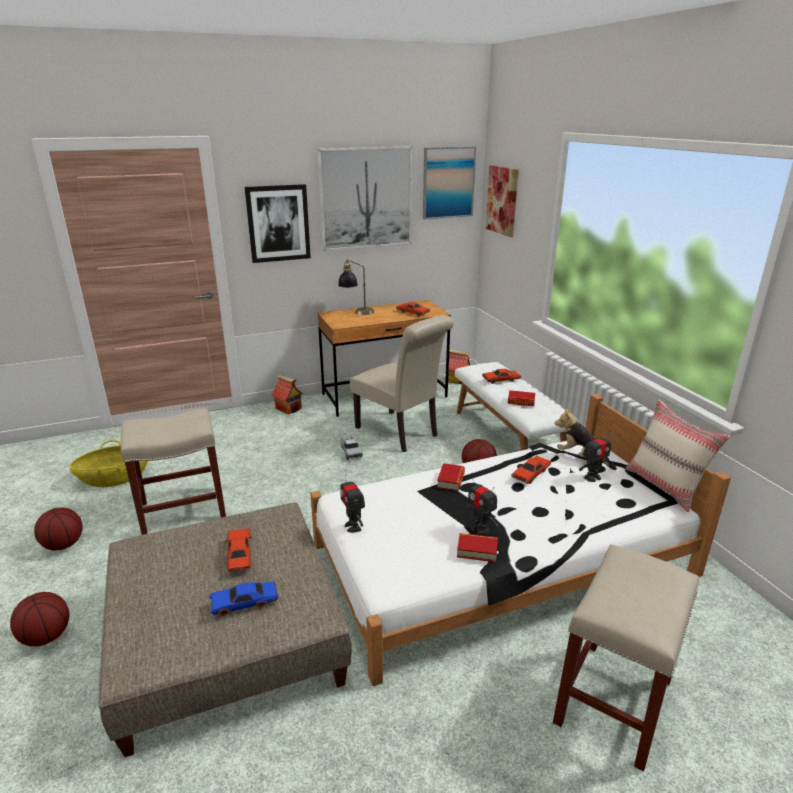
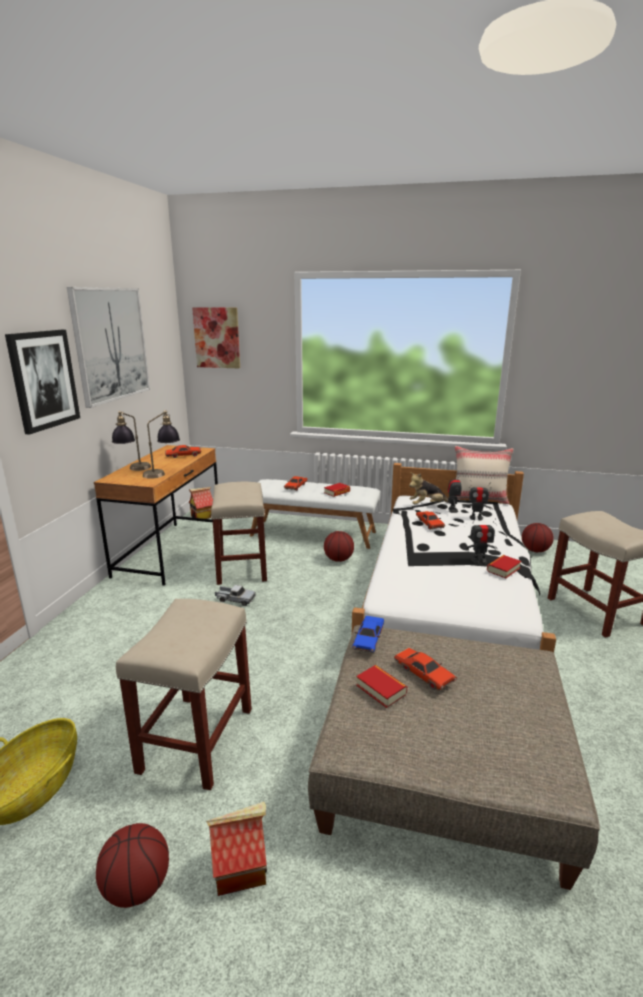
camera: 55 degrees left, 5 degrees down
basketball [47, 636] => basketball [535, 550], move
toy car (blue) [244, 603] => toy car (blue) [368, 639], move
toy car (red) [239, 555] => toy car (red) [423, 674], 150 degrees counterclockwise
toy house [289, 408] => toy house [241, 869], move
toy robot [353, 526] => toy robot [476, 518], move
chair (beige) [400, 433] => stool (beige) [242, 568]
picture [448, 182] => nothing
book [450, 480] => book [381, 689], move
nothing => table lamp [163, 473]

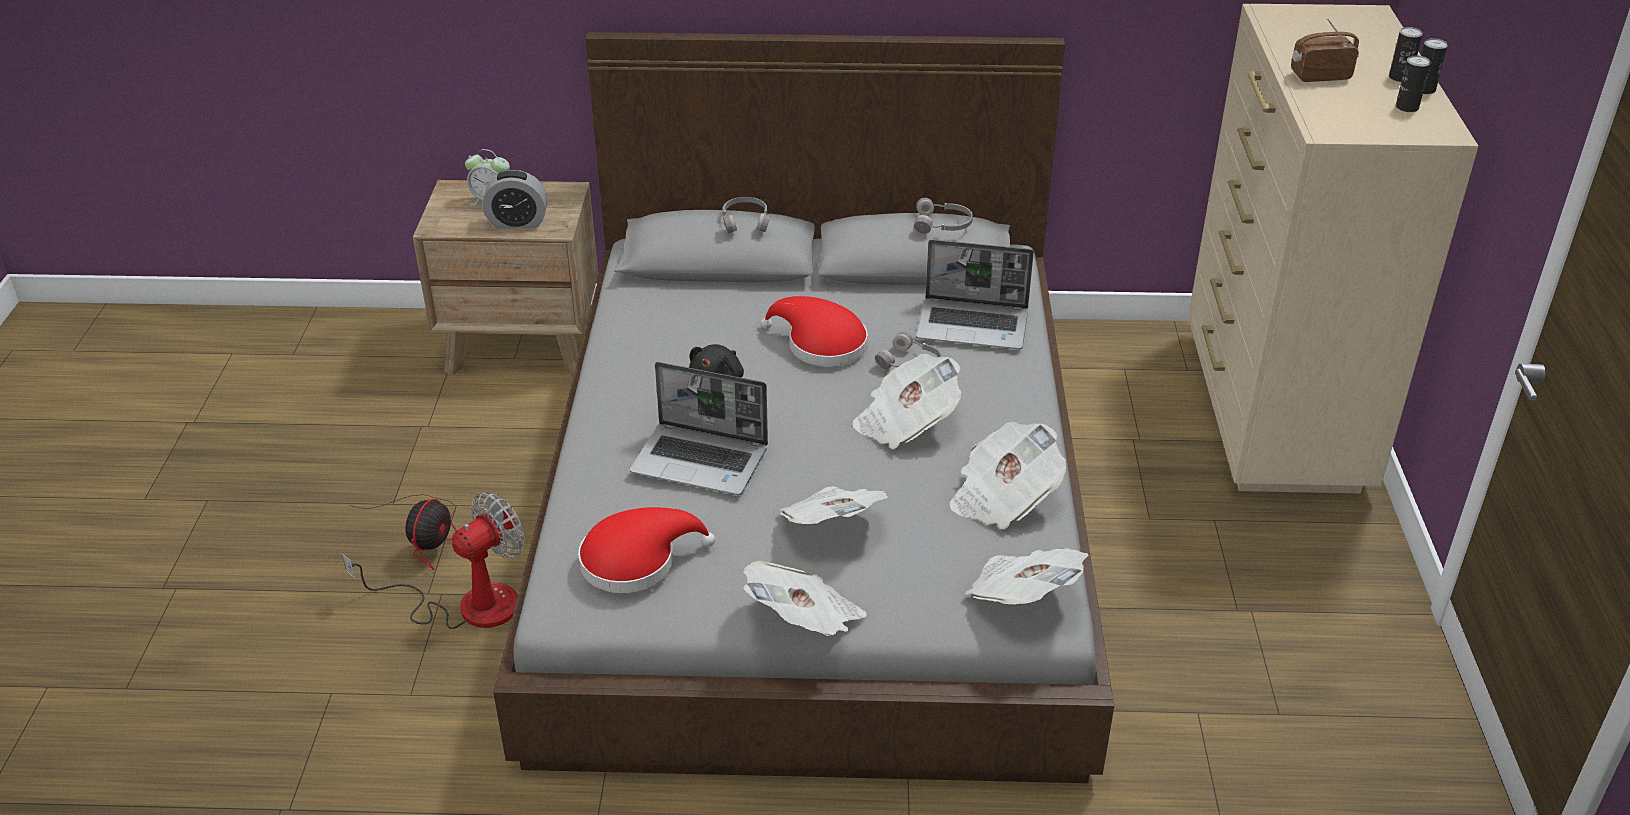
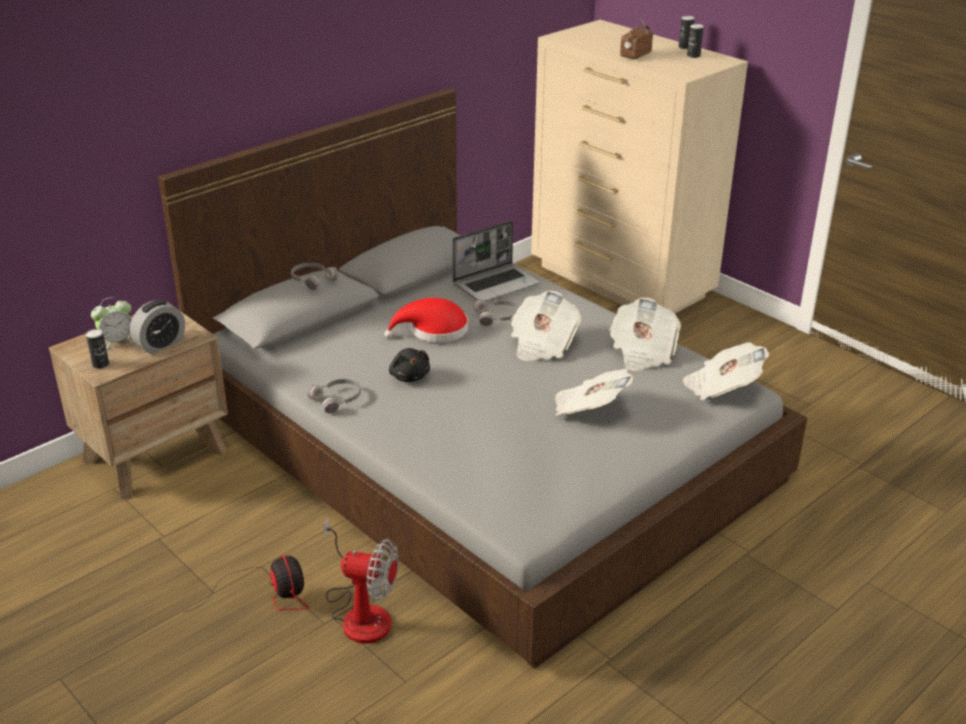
camera: 45 degrees left, 5 degrees down
fan [467, 605] => fan [361, 612], 105 degrees clockwise
hat (red) [636, 561] => nothing
laptop [702, 461] => nothing
newspaper [805, 621] => nothing
headphones (grey) [943, 225] => headphones (grey) [337, 399], move
can [1400, 78] => can [100, 364], move

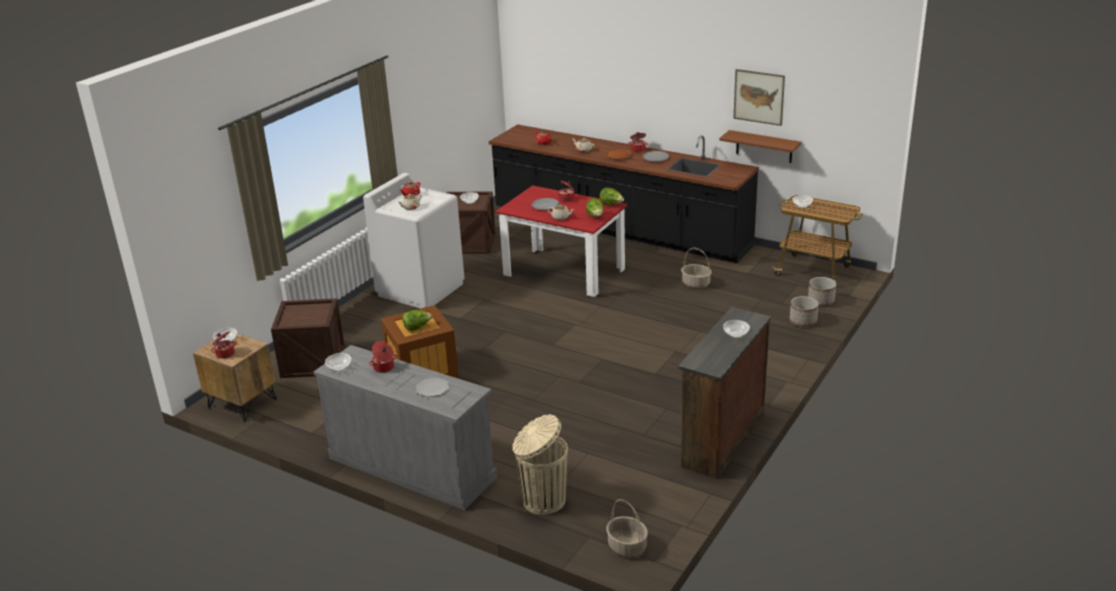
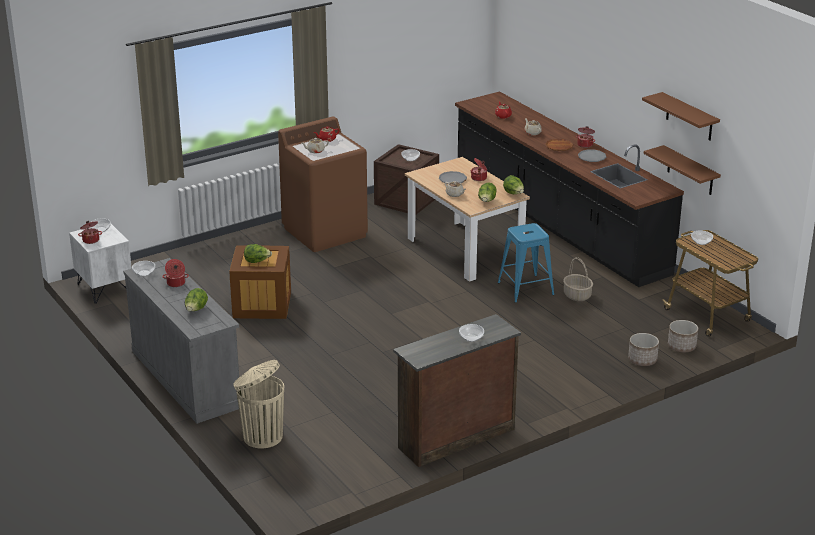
camera: 25 degrees right, 0 degrees up
nightstand (brown) [242, 404] => nightstand (white) [104, 289]
crate [313, 361] => nothing
washing machine (white) [421, 289] => washing machine (brown) [325, 232]
plate [432, 388] => lettuce [196, 310]
dining table (red) [564, 273] => dining table (beige) [464, 251]
basket [626, 546] => nothing
picture [759, 97] => shelf (brown) [689, 117]
nothing => stool (blue) [525, 288]

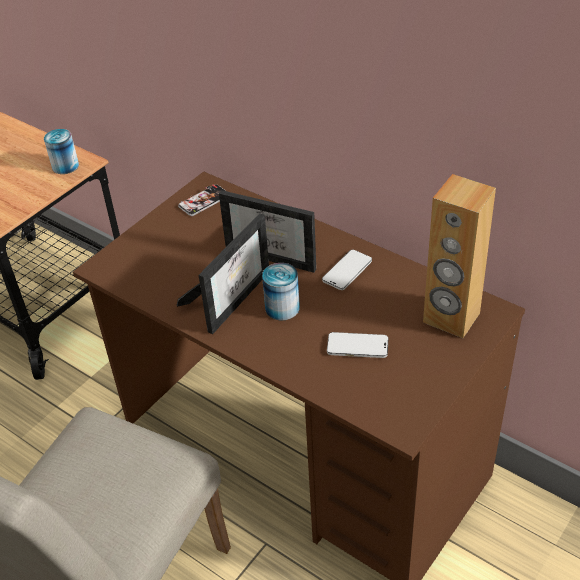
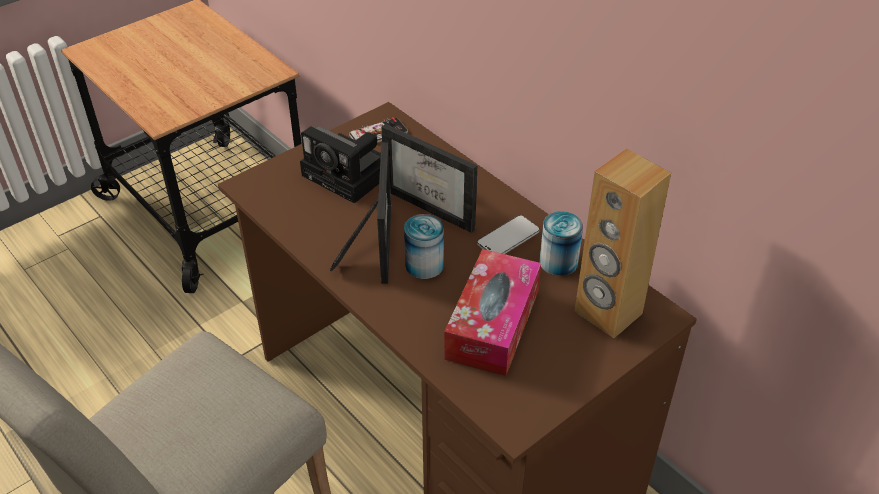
camera: 10 degrees right, 0 degrees up
can [65, 166] => can [558, 262], move
picture frame [232, 296] => picture frame [374, 242], 45 degrees counterclockwise
phone [357, 346] => tissue box [492, 324]
nothing => photo camera [350, 175]

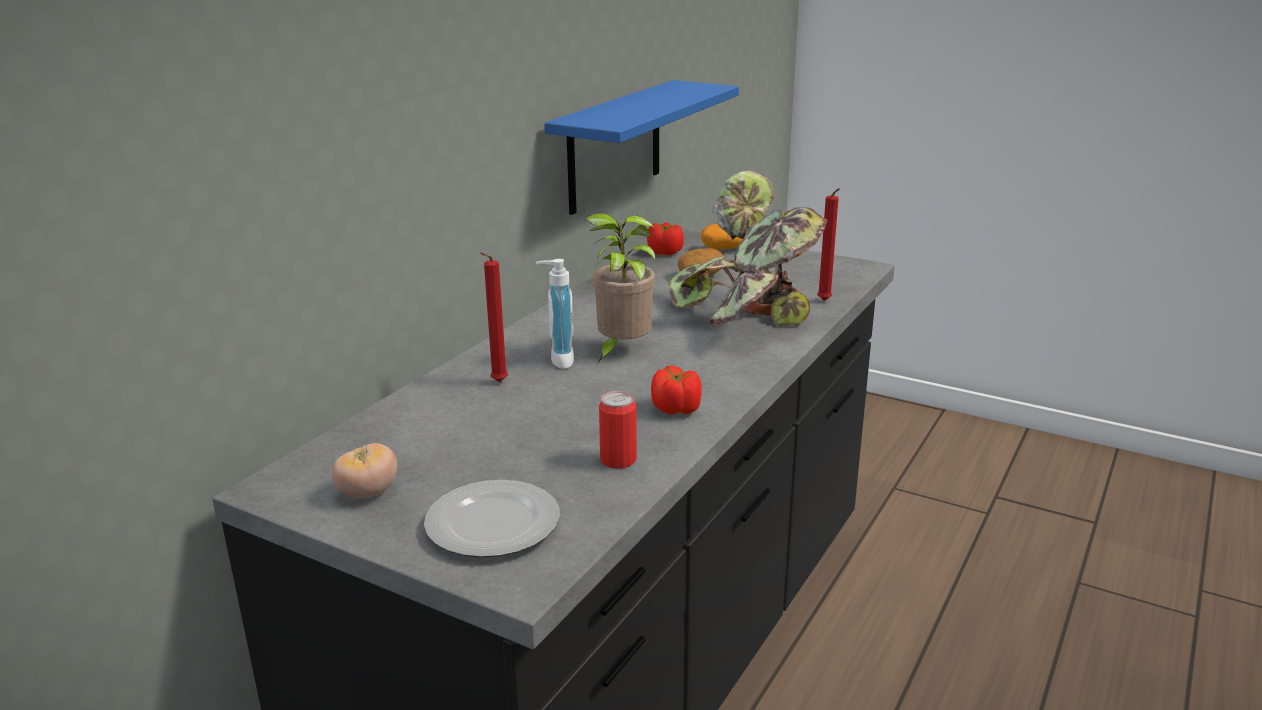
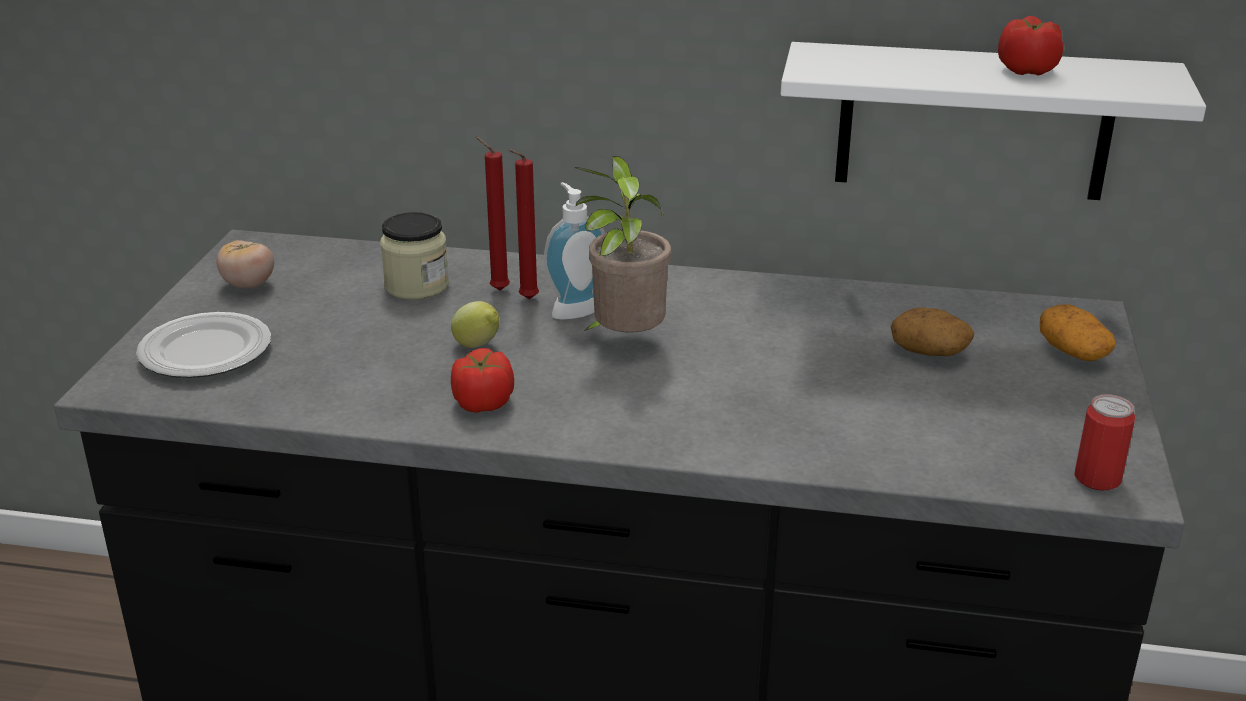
camera: 70 degrees right, 5 degrees up
shelf (blue) [615, 146] => shelf (white) [974, 122]
can [618, 460] => can [1097, 478], move
tomato [664, 252] => tomato [1027, 70], move
potted plant [745, 319] => nothing
candle (red) [825, 301] => candle (red) [526, 300], move
nothing => jar [416, 286]
nothing => lemon [478, 346]

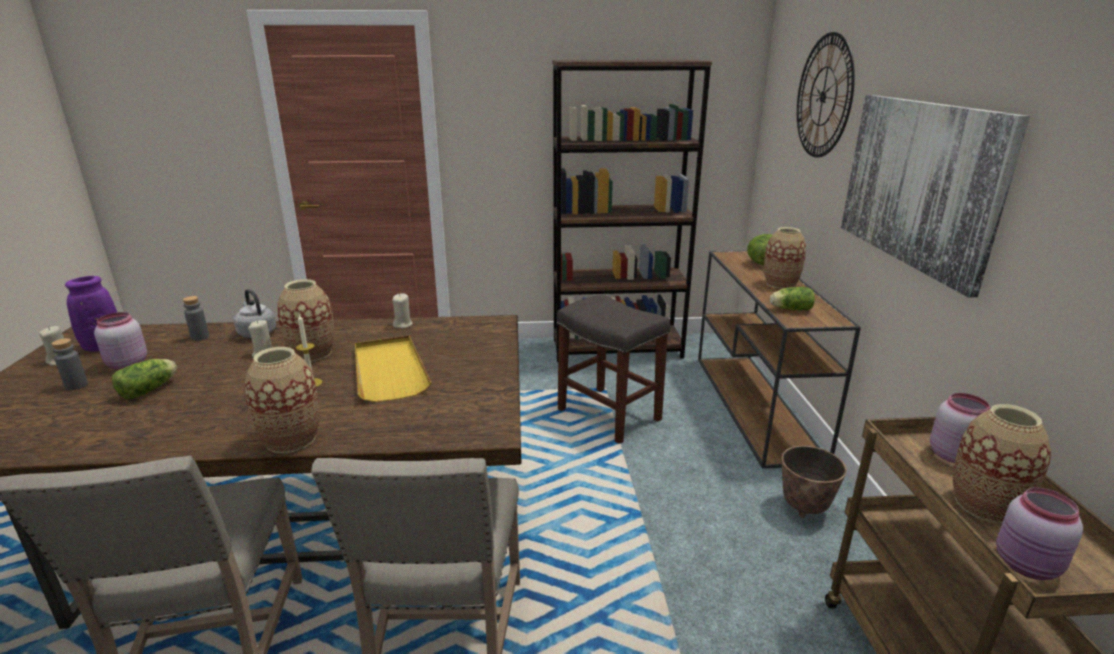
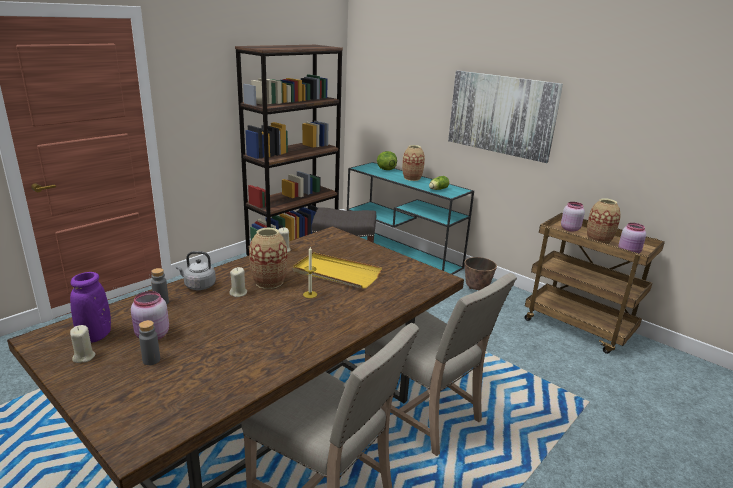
camera: 45 degrees left, 0 degrees up
lettuce [150, 389] => nothing
vase [291, 439] => nothing
console table (brown) [756, 406] => console table (turquoise) [403, 254]
wall clock [823, 96] => nothing

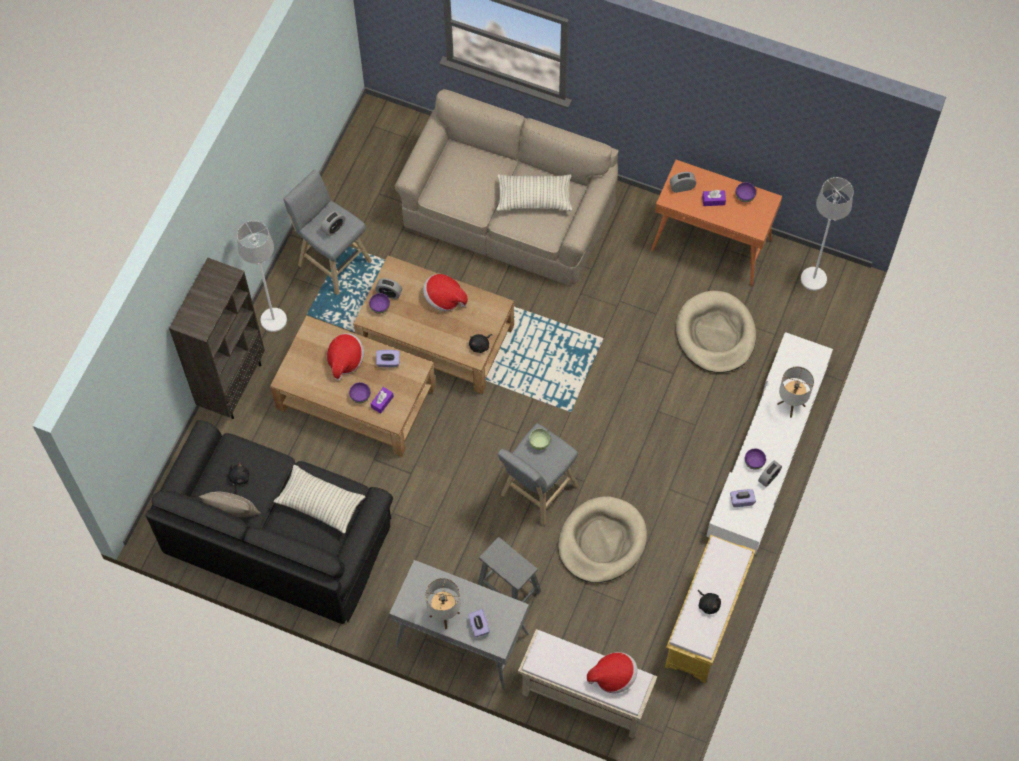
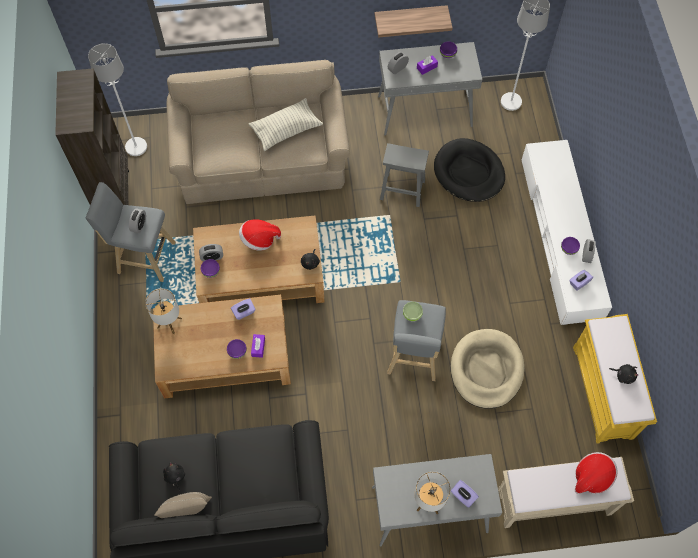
camera: 30 degrees left, 0 degrees up
bookcase (brown) [232, 385] => bookcase (brown) [115, 194], move
floor lamp (white) [273, 320] => floor lamp (white) [136, 147], move
pillow [320, 503] => nothing
hat [345, 360] => nothing
stool (grey) [509, 590] => stool (grey) [403, 190], move
console table (orange) [712, 245] => console table (grey) [425, 111]
dog bed (beige) [715, 334] => dog bed (black) [469, 172]
table lamp [791, 405] => table lamp [169, 323], move
nothing => shelf [410, 17]

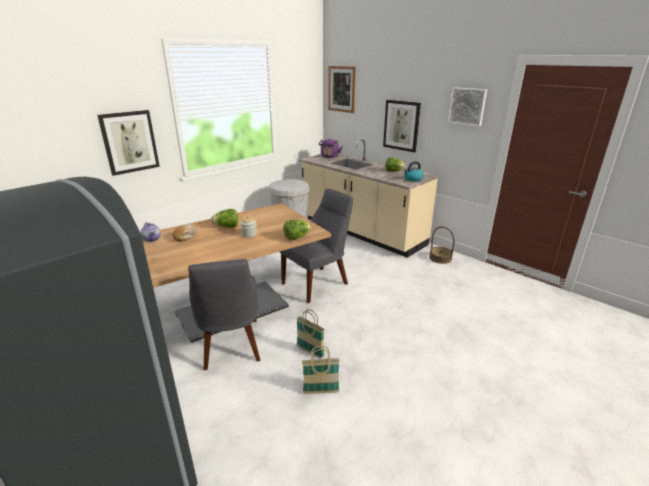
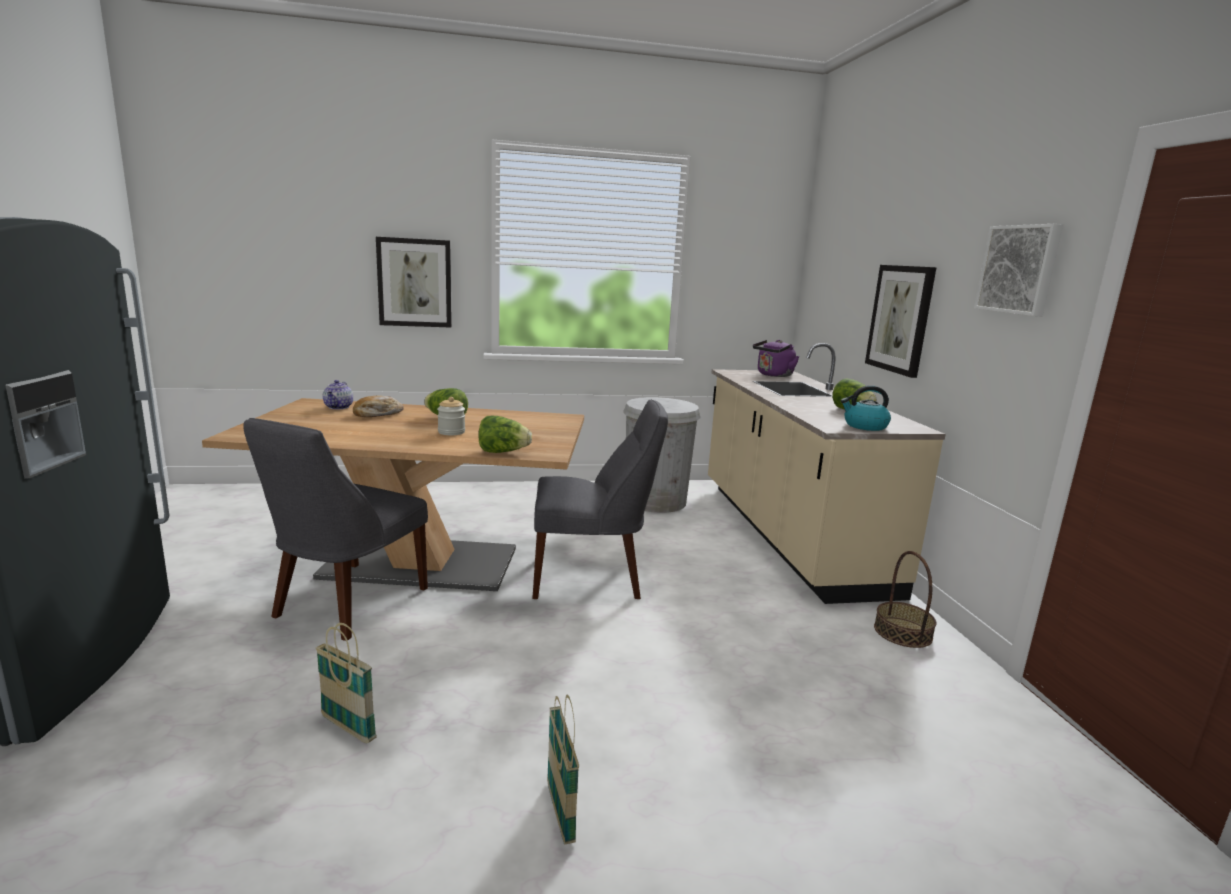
camera: 35 degrees right, 10 degrees down
basket [310, 351] => basket [560, 813], move
picture [341, 89] => nothing

